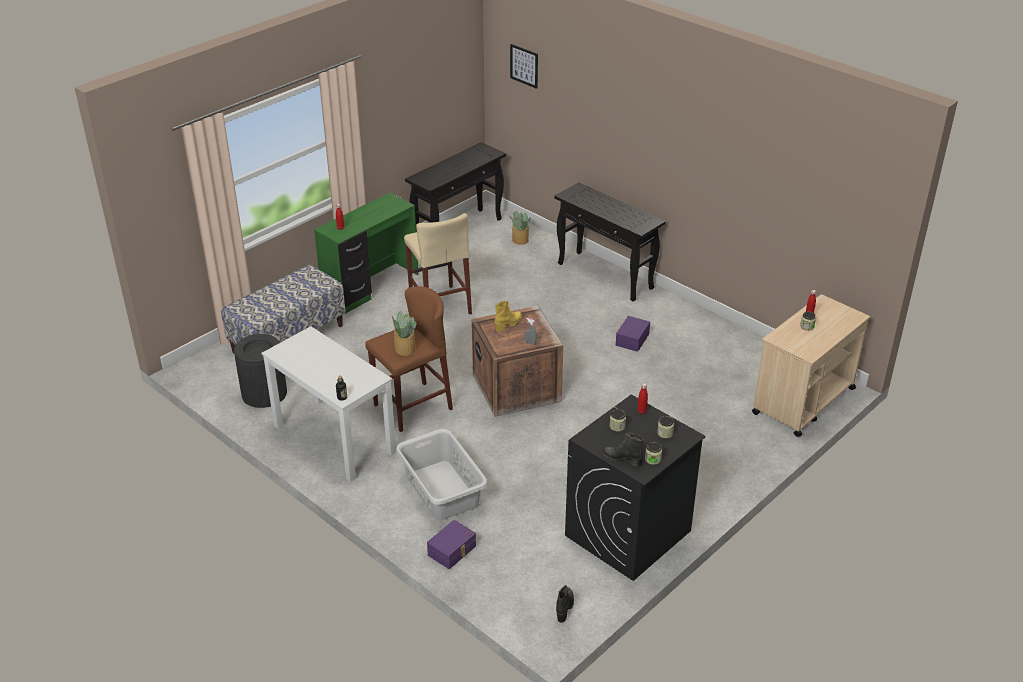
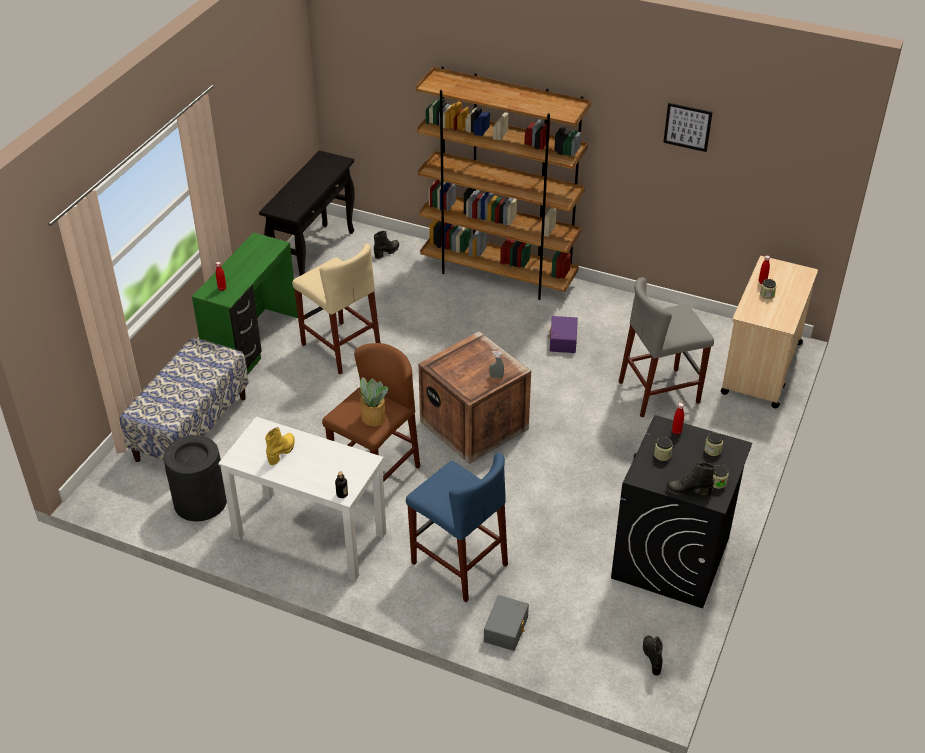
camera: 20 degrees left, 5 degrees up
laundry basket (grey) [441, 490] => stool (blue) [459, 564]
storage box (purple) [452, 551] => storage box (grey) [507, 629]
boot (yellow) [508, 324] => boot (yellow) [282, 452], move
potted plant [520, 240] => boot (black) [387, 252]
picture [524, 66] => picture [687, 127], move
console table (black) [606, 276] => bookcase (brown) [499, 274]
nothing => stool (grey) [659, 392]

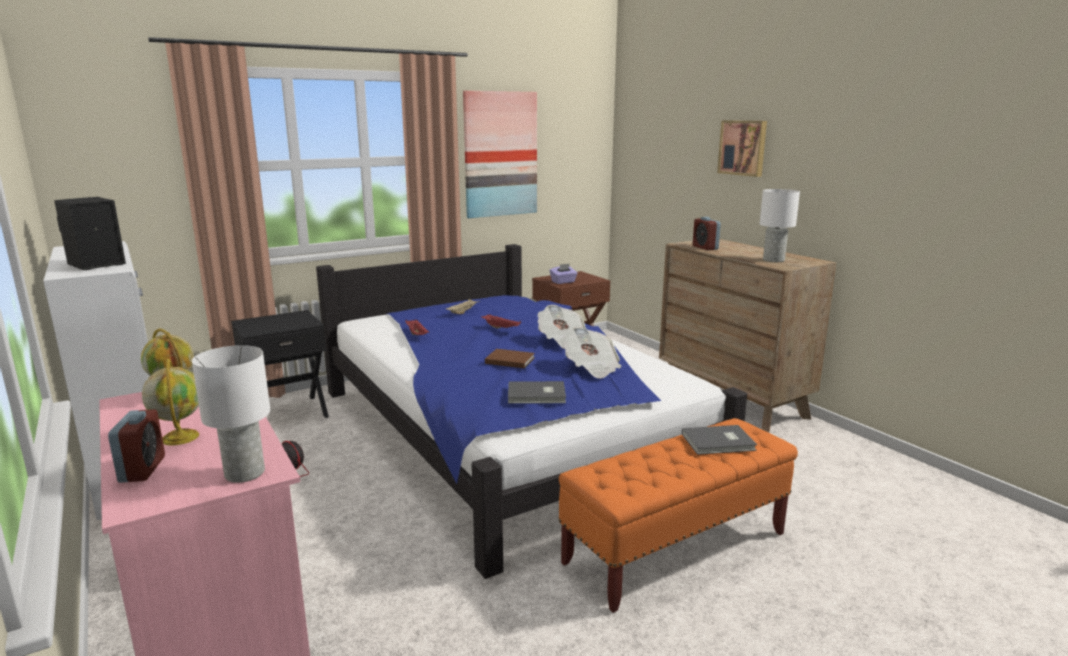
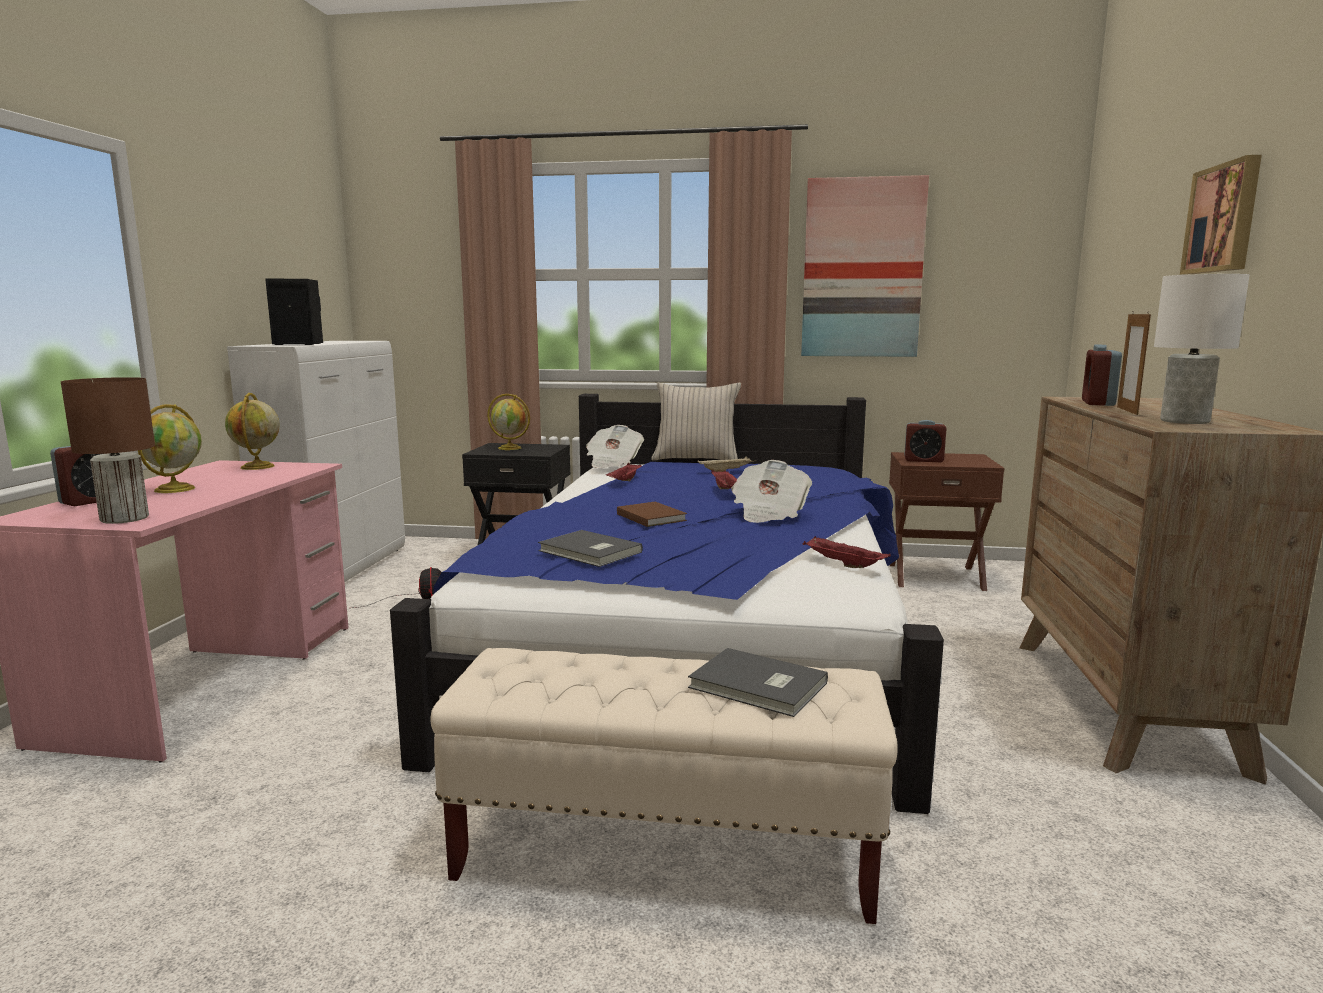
camera: 40 degrees right, 5 degrees down
table lamp (white) [245, 473] => table lamp (brown) [124, 519]
tissue box (purple) [563, 282] => alarm clock [923, 460]
bench (orange) [676, 548] => bench (beige) [666, 853]
newspaper [591, 367] => newspaper [613, 463], move
nothing => globe [510, 448]
nothing => pillow (beige) [696, 460]
nothing => tray (red) [842, 564]
nothing => picture frame [1127, 410]

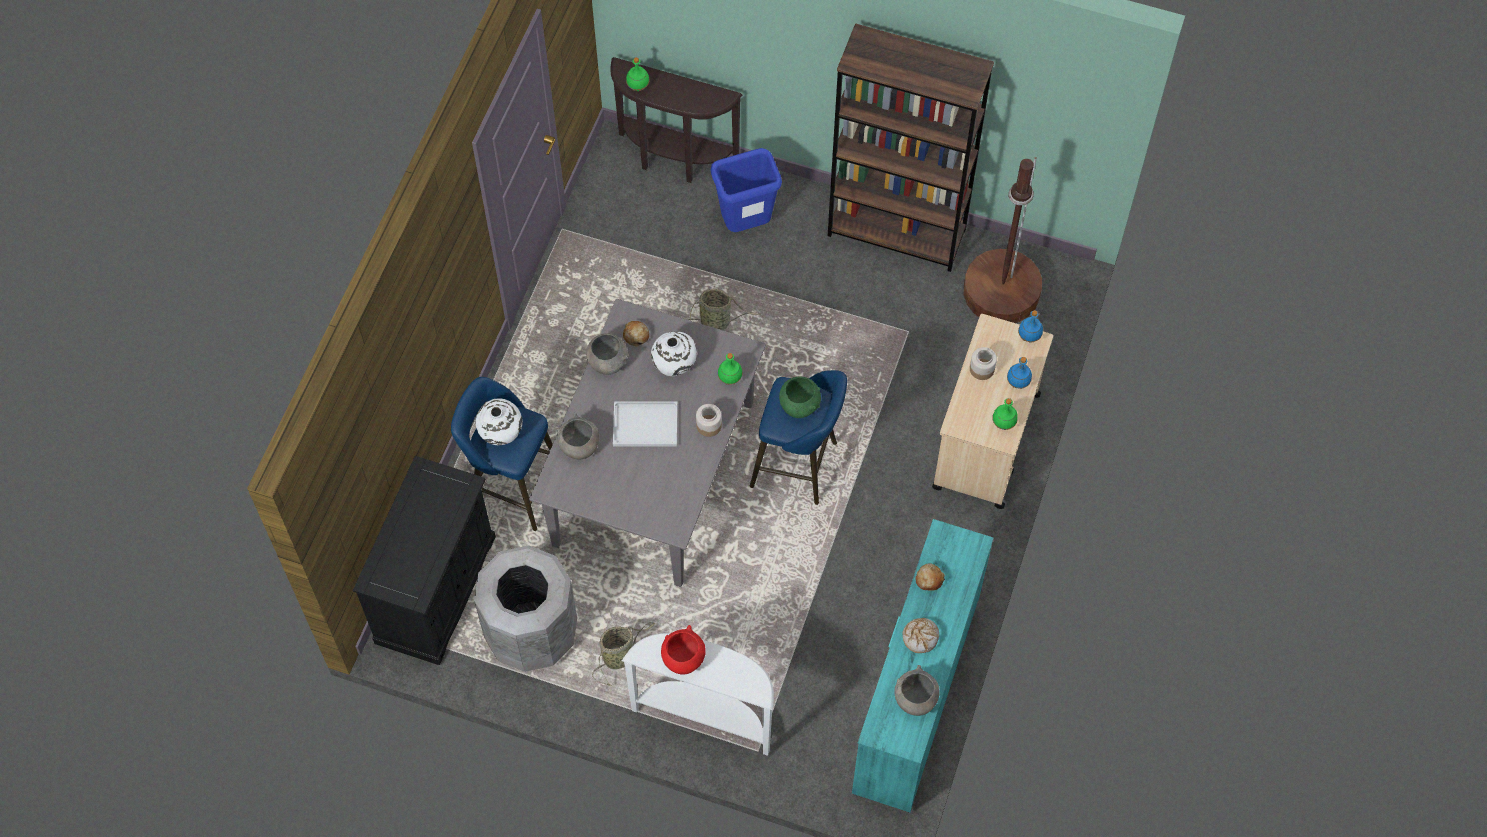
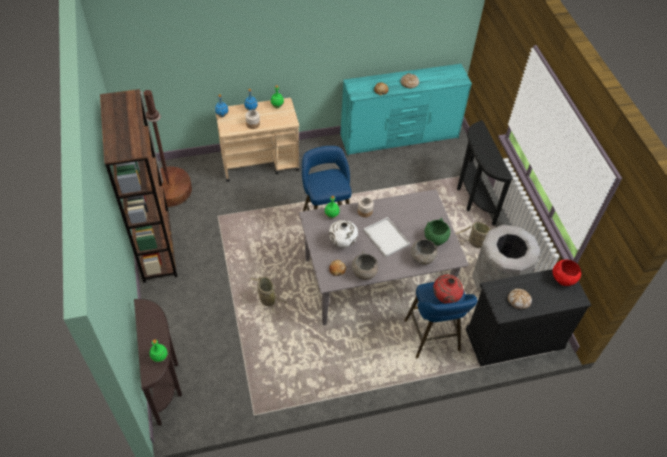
camera: 125 degrees left, 10 degrees down
vase (white) [501, 434] => vase (red) [445, 298]
console table (white) [705, 716] => console table (black) [472, 198]
bowl (red) [683, 659] => bowl (red) [563, 279], move
trash can (blue) [746, 224] => nothing
bowl (green) [799, 406] => bowl (green) [435, 239], move
bowl (grey) [915, 700] => nothing
nothing => bread [519, 300]

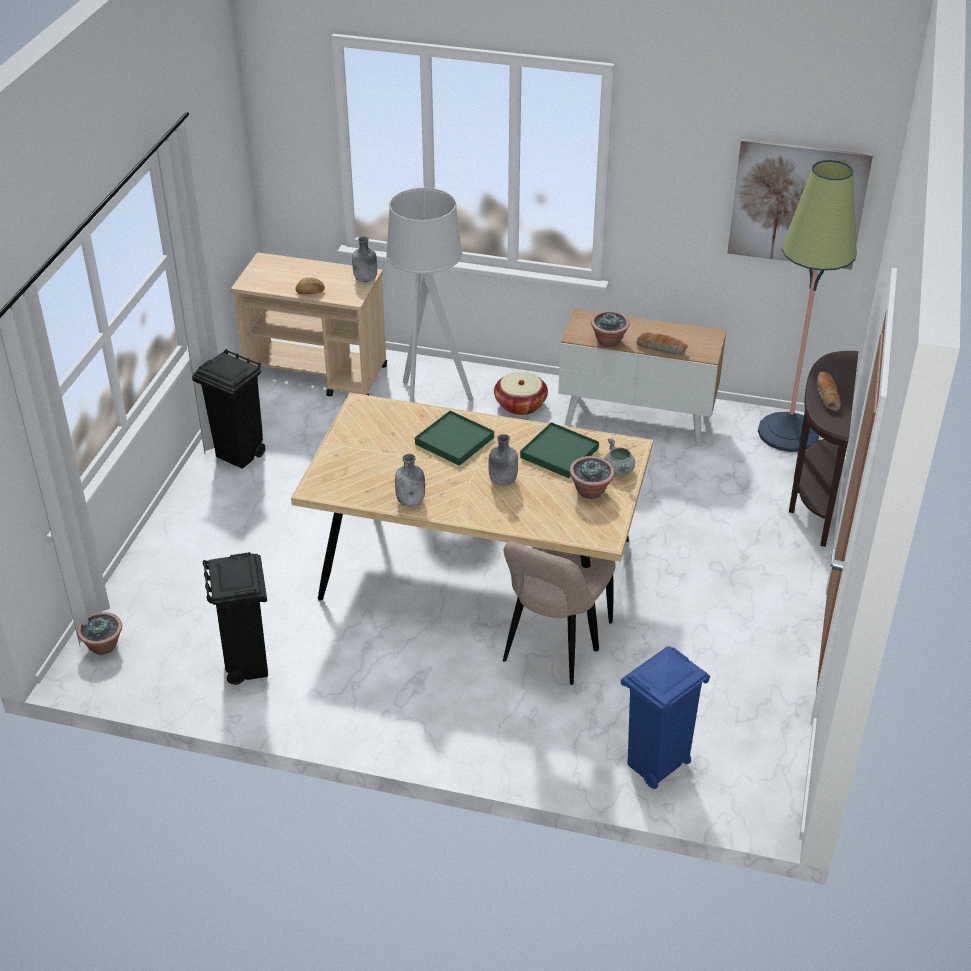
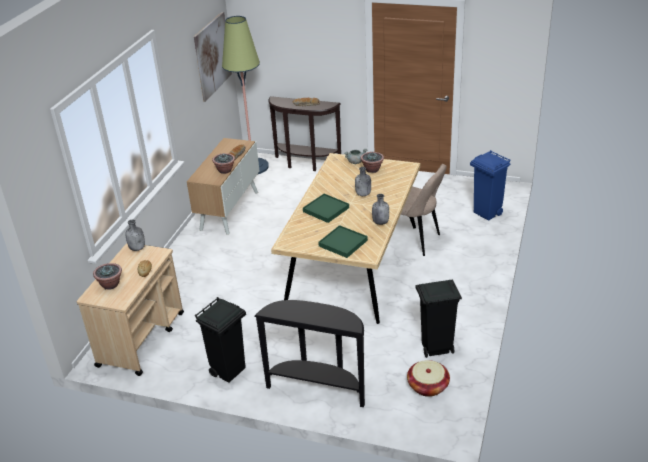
camera: 85 degrees left, 5 degrees down
potted plant [104, 646] => potted plant [110, 284], move
floor lamp (grey) [428, 403] => nothing
basket [520, 404] => basket [428, 386], move
tray (green) [559, 453] => tray (green) [343, 243], move
nothing => console table (black) [318, 388]

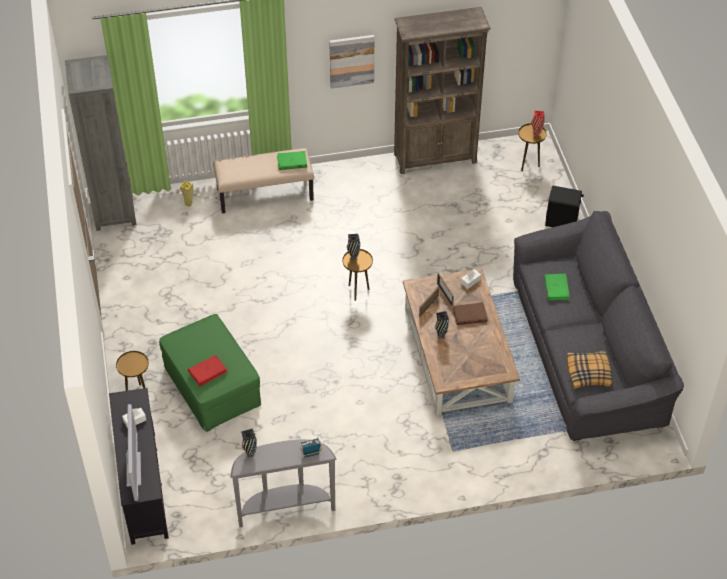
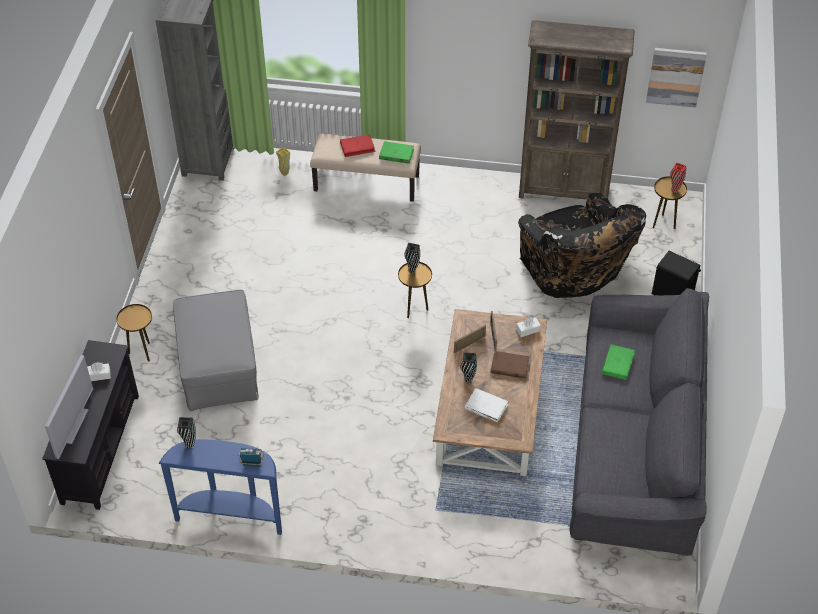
camera: 20 degrees right, 0 degrees up
ottoman (green) [212, 387] => ottoman (grey) [218, 366]
book (red) [208, 371] => book (red) [357, 147], move
console table (grey) [285, 508] => console table (blue) [231, 515]
picture [351, 60] => picture [675, 76], move
pillow [589, 373] => nothing
nothing => book (white) [485, 407]
nothing => armchair (black) [573, 273]

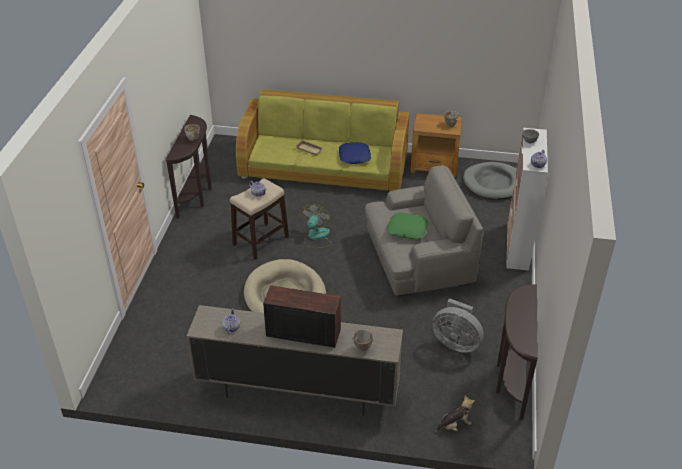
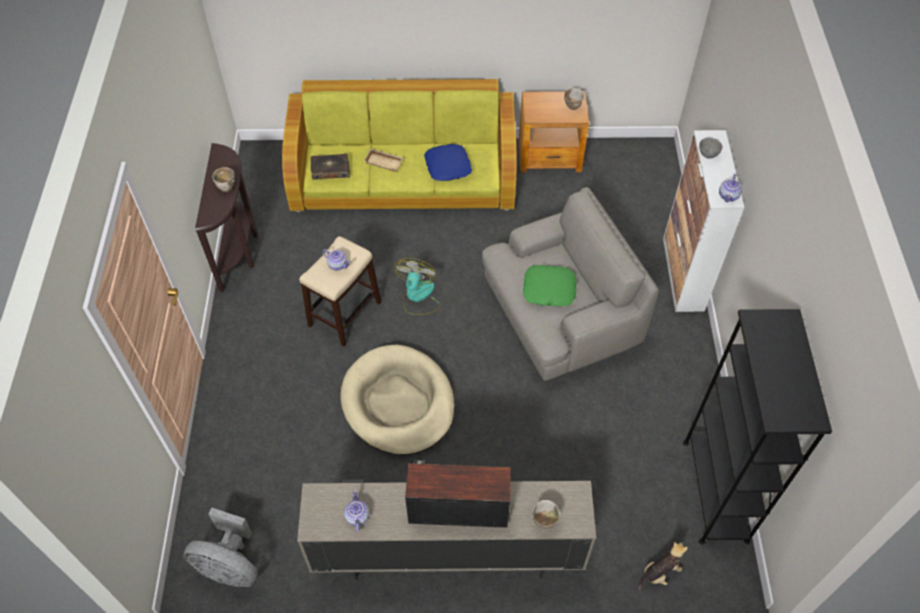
camera: 10 degrees left, 15 degrees up
fan (grey) [456, 342] => fan (grey) [230, 566], move
dog bed (grey) [494, 184] => nothing
console table (brown) [510, 380] => bookcase (black) [715, 490]
nothing => book [330, 170]

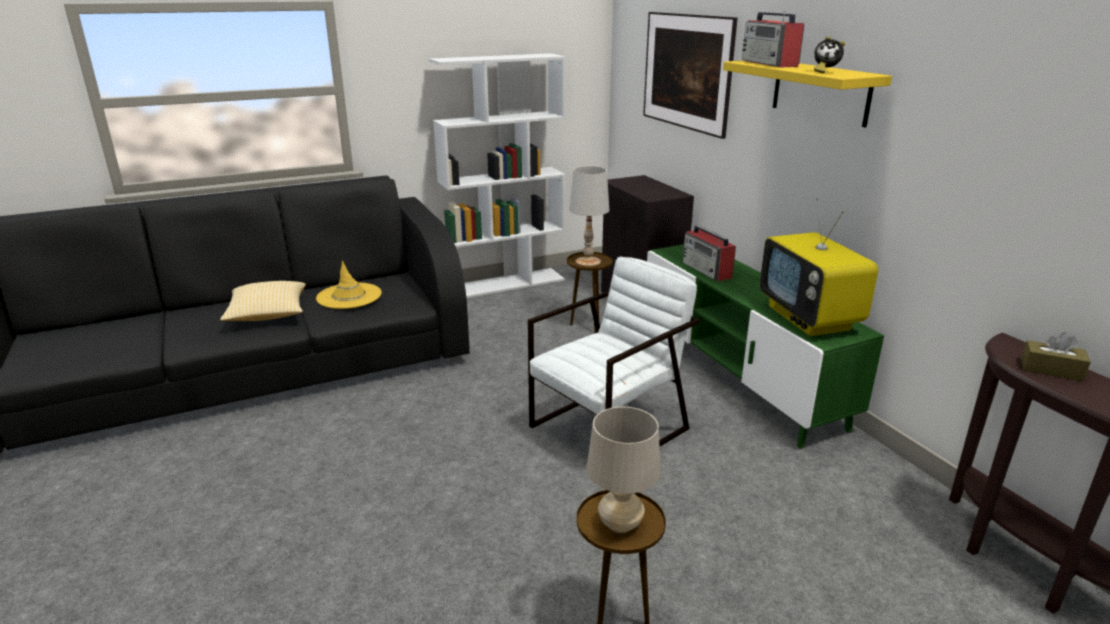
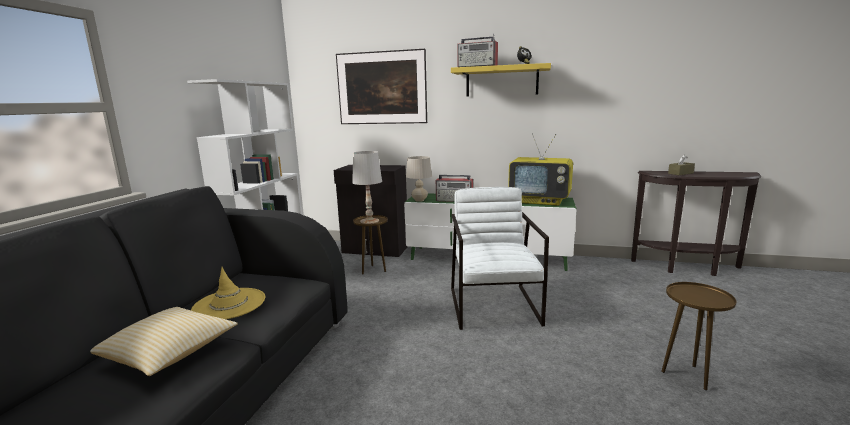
camera: 50 degrees left, 10 degrees down
table lamp (beige) [620, 524] => table lamp (beige) [419, 200], move

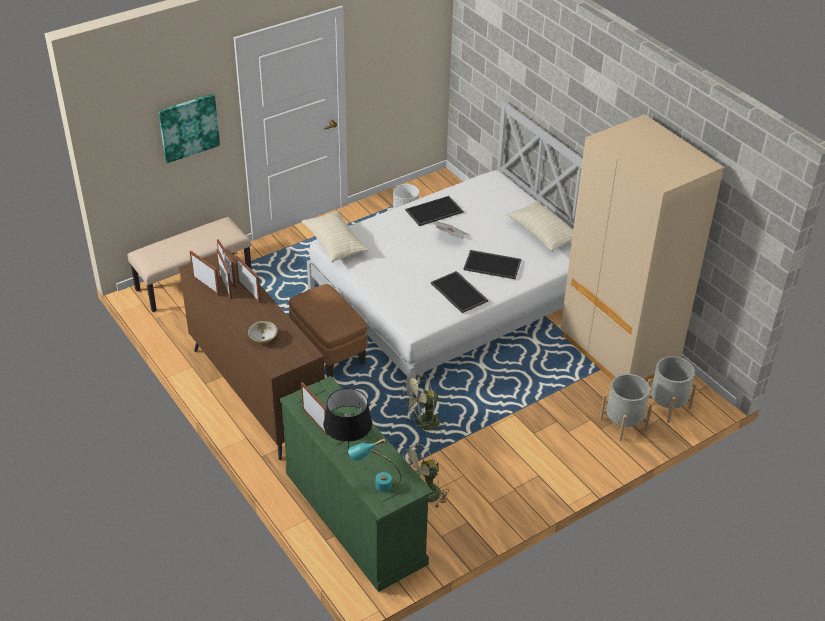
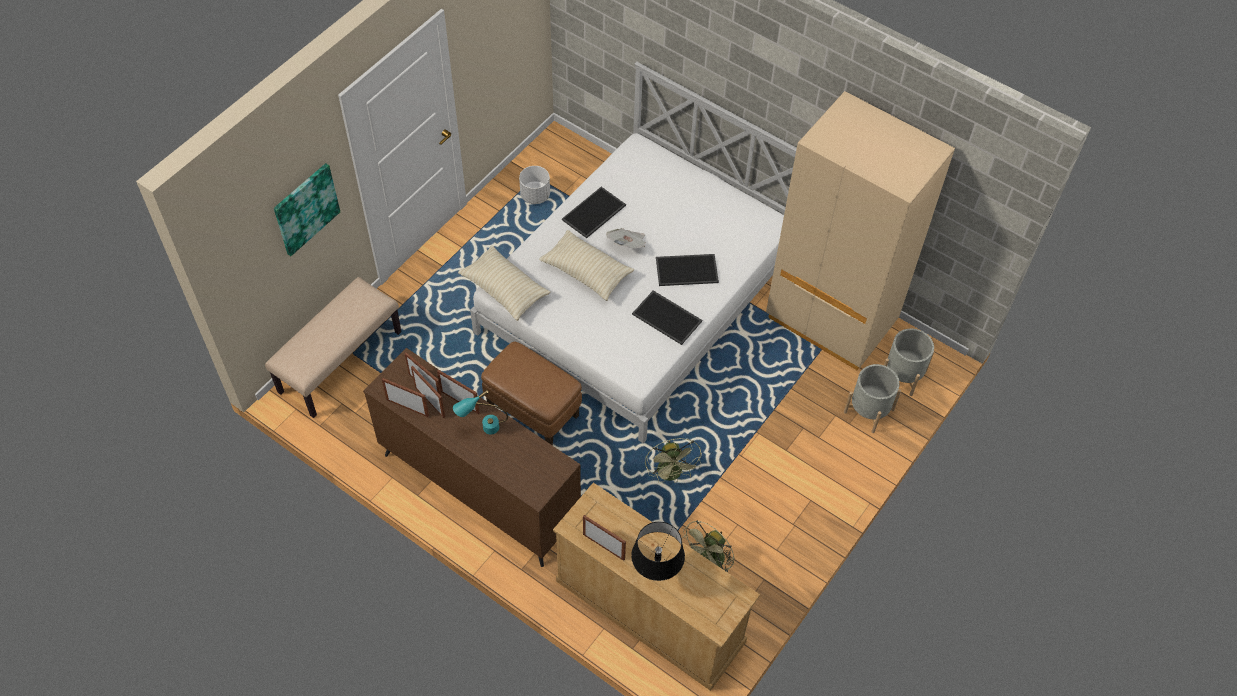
camera: 20 degrees left, 15 degrees up
bowl [263, 338] => nothing
dresser (green) [354, 516] => dresser (beige) [649, 611]
table lamp (turquoise) [375, 485] => table lamp (turquoise) [483, 429], move
fan (green) [423, 425] => fan (green) [672, 475], 60 degrees counterclockwise
pillow (beige) [543, 234] => pillow (beige) [586, 272], move

